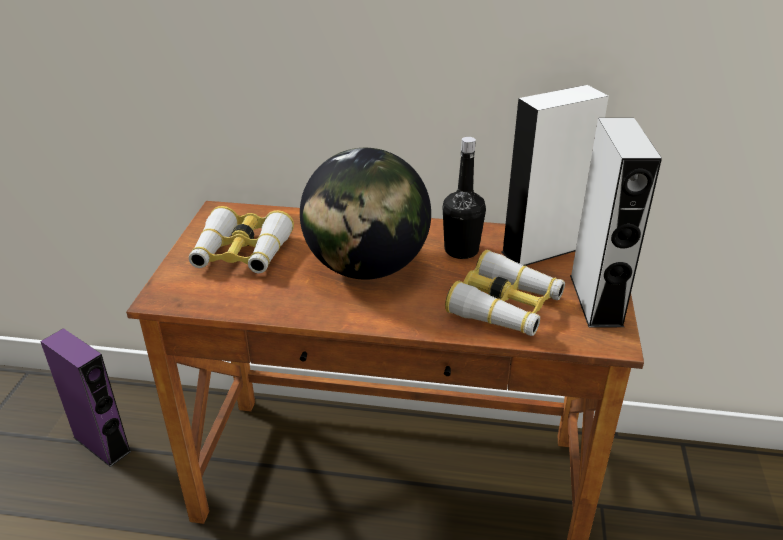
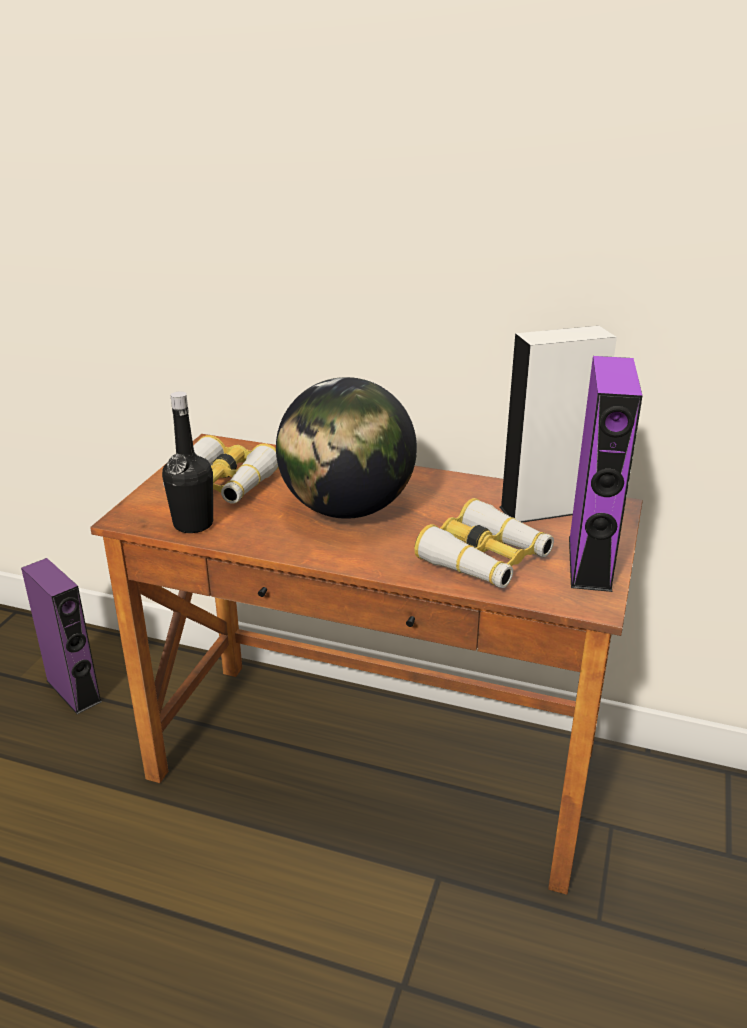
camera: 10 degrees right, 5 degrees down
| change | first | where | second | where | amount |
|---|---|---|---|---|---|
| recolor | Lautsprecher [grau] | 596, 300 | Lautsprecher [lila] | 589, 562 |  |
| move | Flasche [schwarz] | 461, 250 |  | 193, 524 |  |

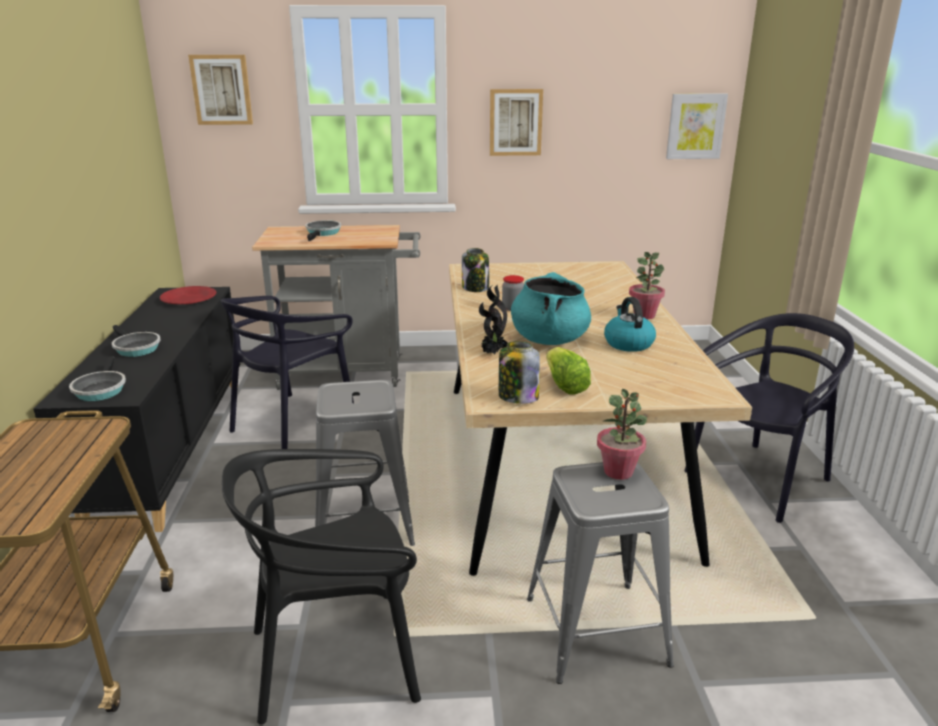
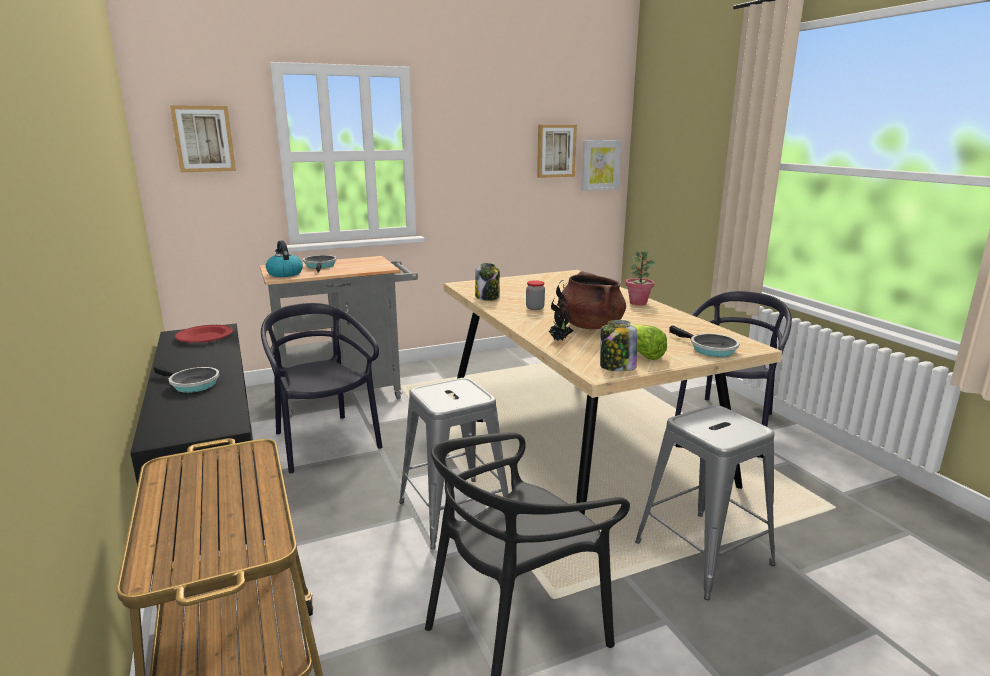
camera: 20 degrees left, 5 degrees down
| change | first | where | second | where | amount |
|---|---|---|---|---|---|
| move | Bild | 515, 122 |  | 556, 151 |  |
| recolor | Kochtopf [türkis] | 549, 339 | Kochtopf [braun] | 590, 326 |  |
| rotate | Stuhl [schwarz] | 292, 422 |  | 324, 442 | 135 degrees clockwise |
| move | Wasserkessel | 628, 343 |  | 284, 274 |  |
| move | Pfanne | 100, 389 |  | 709, 349 |  |
| delete | Topfpflanze | 618, 471 |  |  |  |

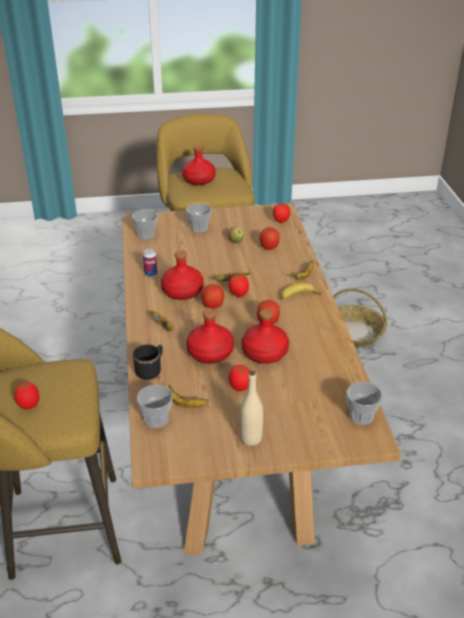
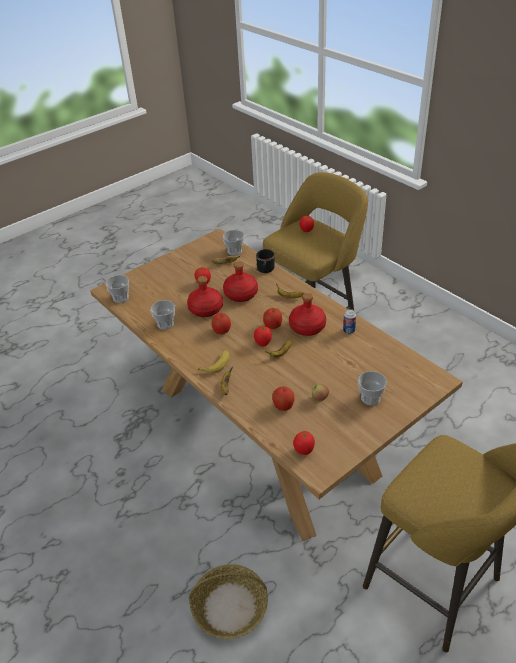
camera: 150 degrees right, 5 degrees up
| change | first | where | second | where | amount |
|---|---|---|---|---|---|
| delete | Flasche [rot] | 199, 180 |  |  |  |
| move | Tasse | 146, 235 |  | 165, 324 |  |
| delete | Flasche [beige] | 251, 438 |  |  |  |

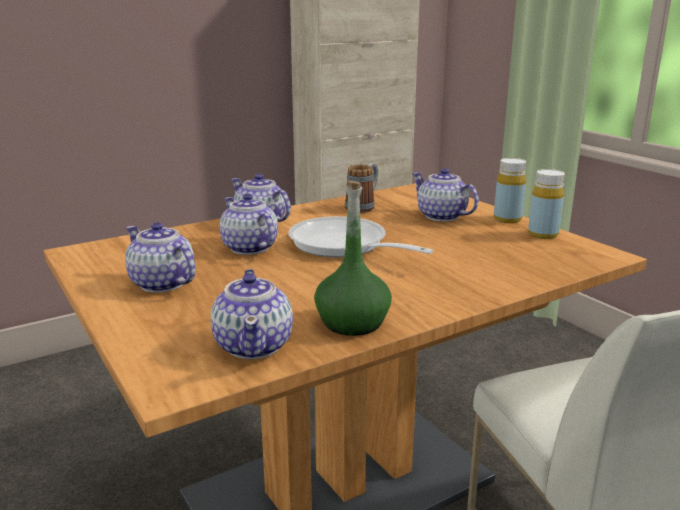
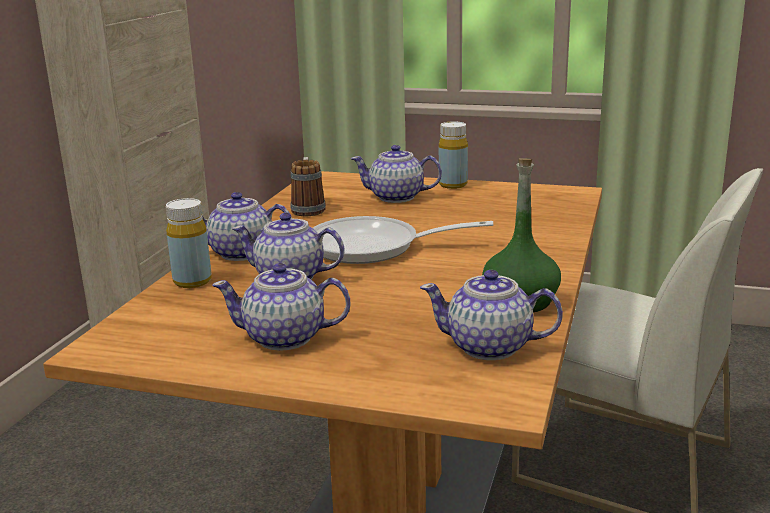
camera: 40 degrees left, 0 degrees up
| change | first | where | second | where | amount |
|---|---|---|---|---|---|
| move | Flasche [gelb] | 543, 234 |  | 192, 281 |  |
| rotate | Teekanne | 254, 345 |  | 490, 347 | 150 degrees clockwise |

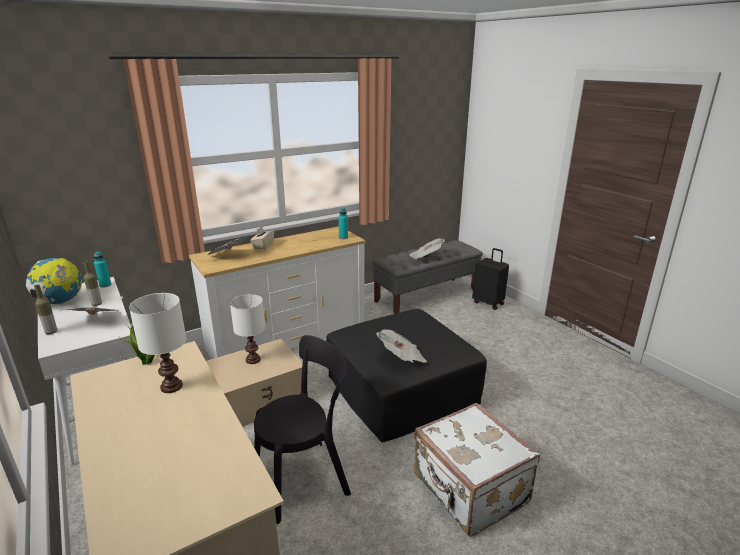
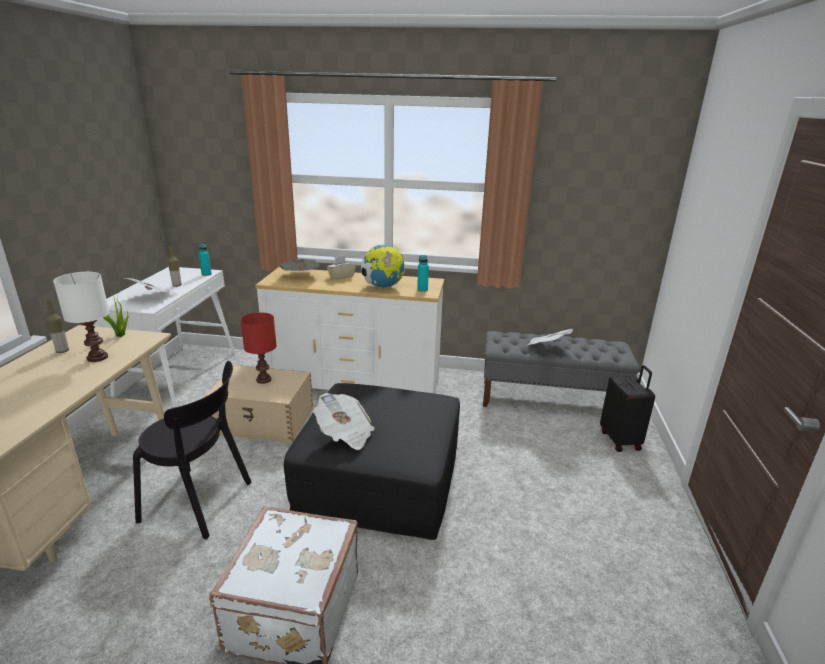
camera: 40 degrees right, 0 degrees up
| change | first | where | second | where | amount |
|---|---|---|---|---|---|
| move | Globus | 60, 302 |  | 383, 287 |  |
| move | Flasche | 51, 332 |  | 62, 351 |  |
| recolor | Tischlampe [weiß] | 253, 360 | Tischlampe [rot] | 263, 380 |  |

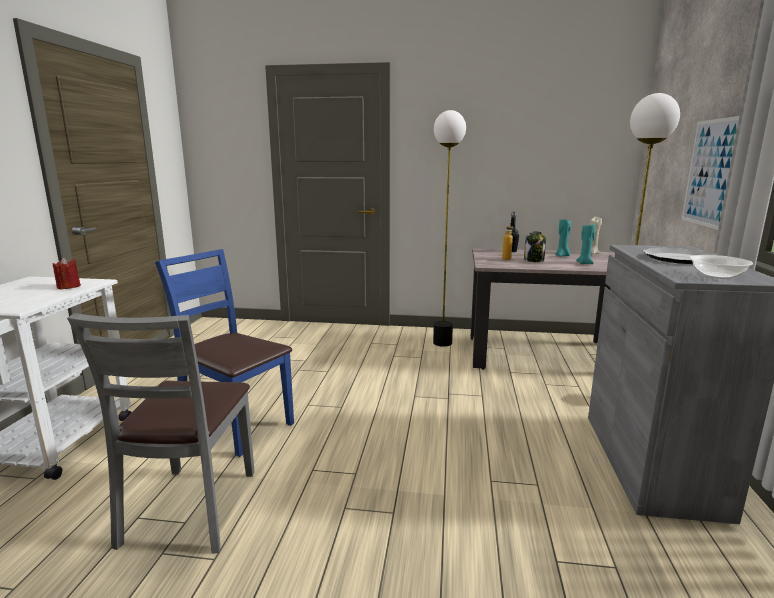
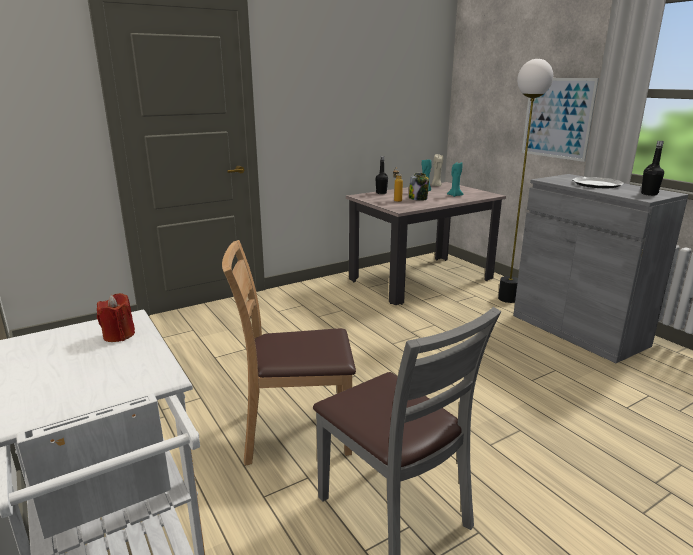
camera: 40 degrees left, 5 degrees up
| change | first | where | second | where | amount |
|---|---|---|---|---|---|
| delete | Stehlampe | 443, 343 |  |  |  |
| recolor | Stuhl [blau] | 236, 425 | Stuhl [braun] | 295, 432 |  |
| replace | Schüssel | 717, 276 | Flasche [schwarz] | 649, 194 |  |

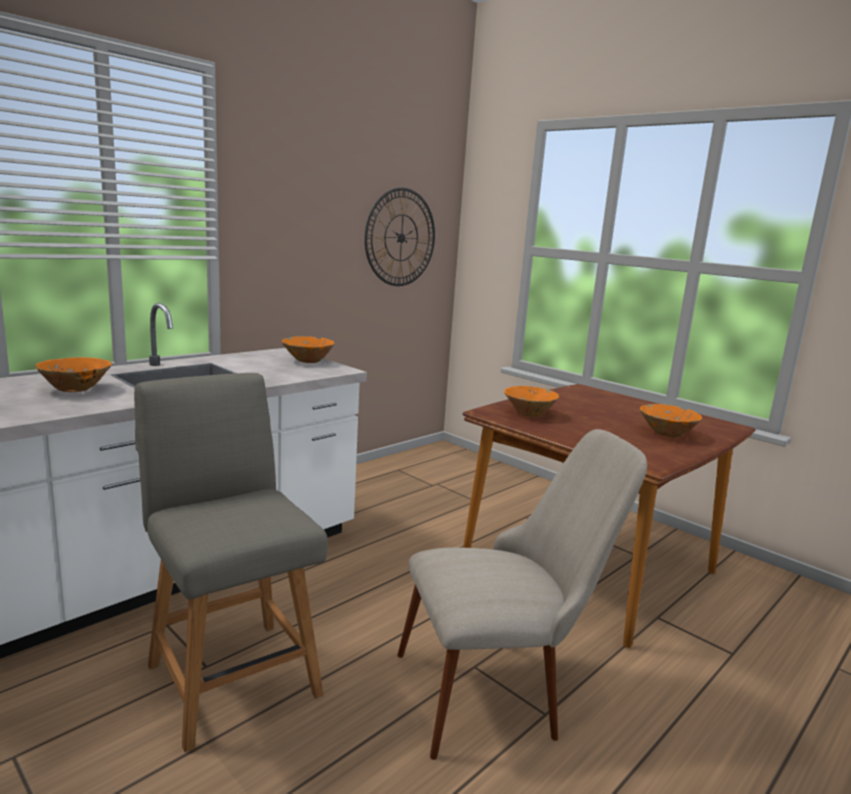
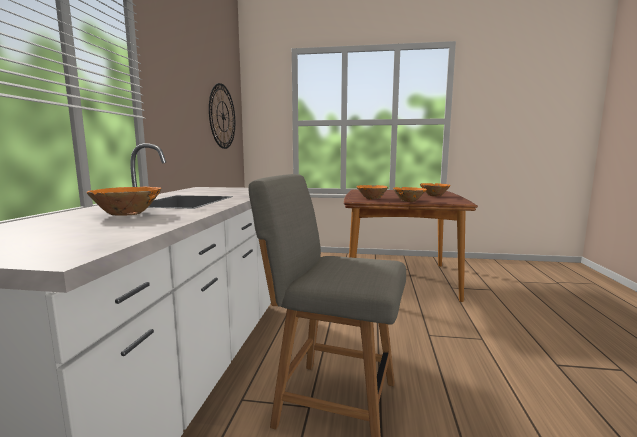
camera: 35 degrees left, 5 degrees down
| change | first | where | second | where | amount |
|---|---|---|---|---|---|
| move | Schüssel [orange] | 308, 361 |  | 408, 201 |  |
| delete | Stuhl [beige] | 501, 689 |  |  |  |

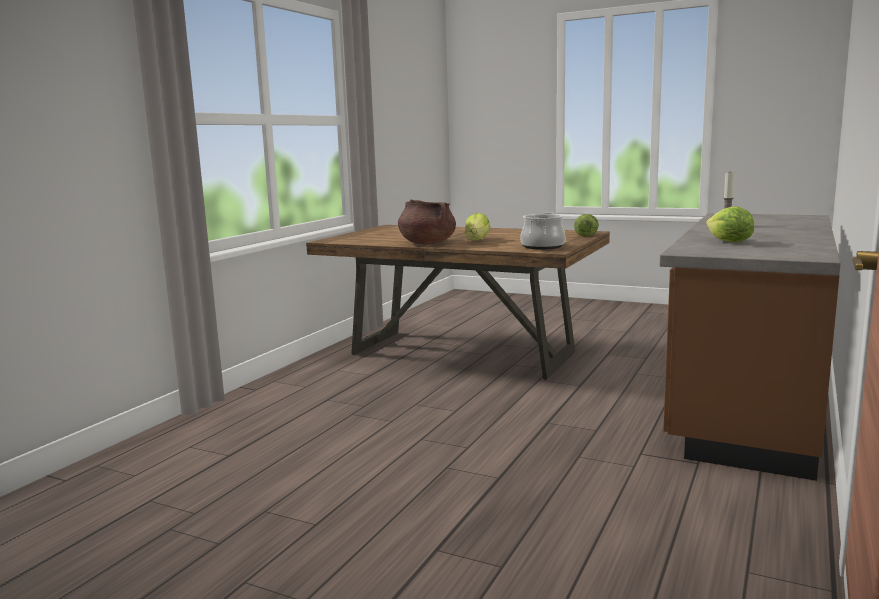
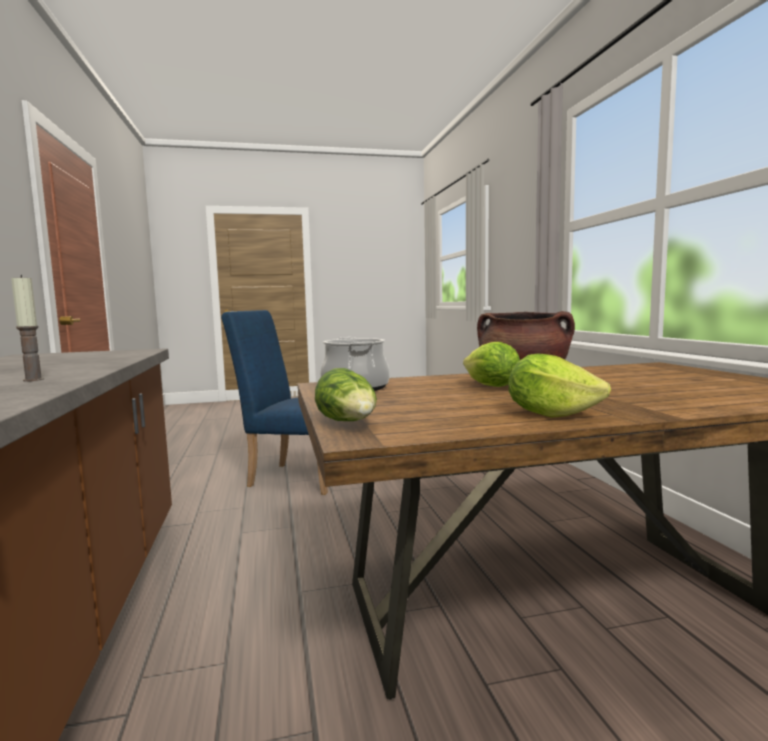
camera: 140 degrees right, 5 degrees down
| change | first | where | second | where | amount |
|---|---|---|---|---|---|
| move | Salatkopf | 728, 242 |  | 550, 414 |  |
| insert |  |  | Stuhl [blau] | 294, 477 |  |

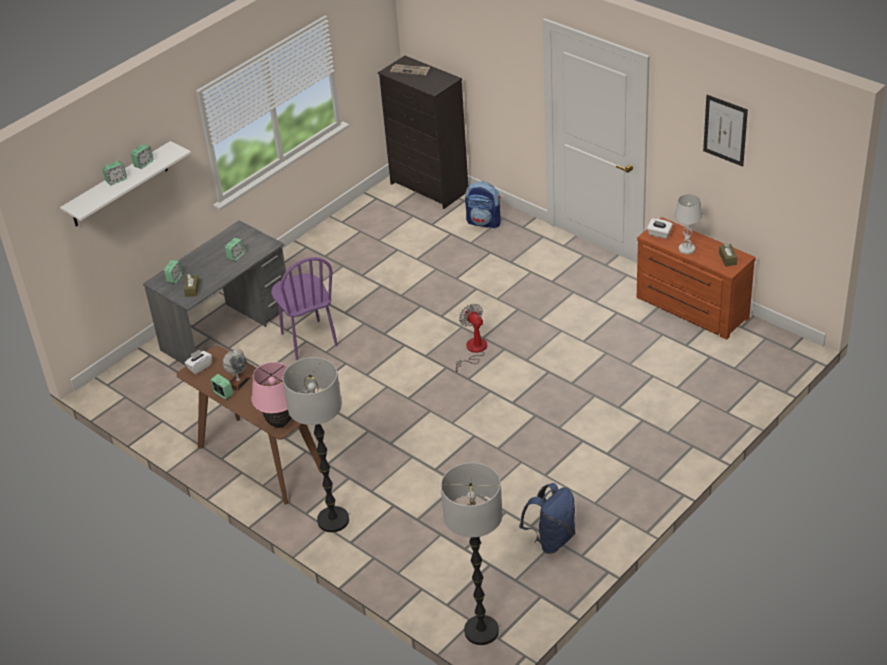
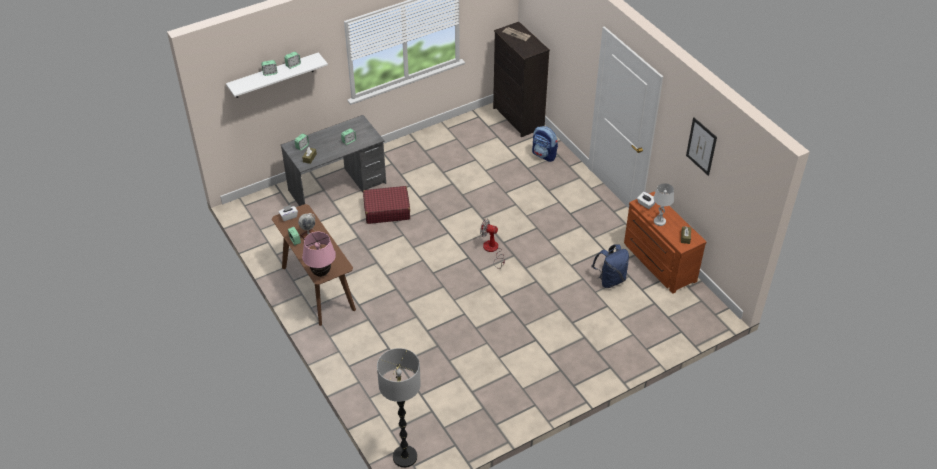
camera: 15 degrees right, 5 degrees up
| change | first | where | second | where | amount |
|---|---|---|---|---|---|
| replace | Stuhl [lila] | 308, 340 | Koffer [rot] | 386, 210 |  |
| rotate | Ventilator | 473, 351 |  | 492, 250 | 60 degrees counterclockwise |
| delete | Stehlampe | 333, 520 |  |  |  |
| move | Rucksack [blau] | 551, 539 |  | 610, 280 |  |

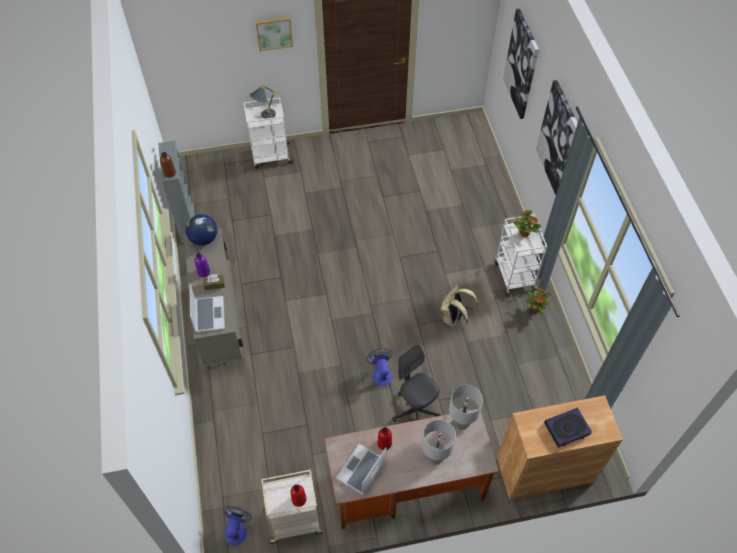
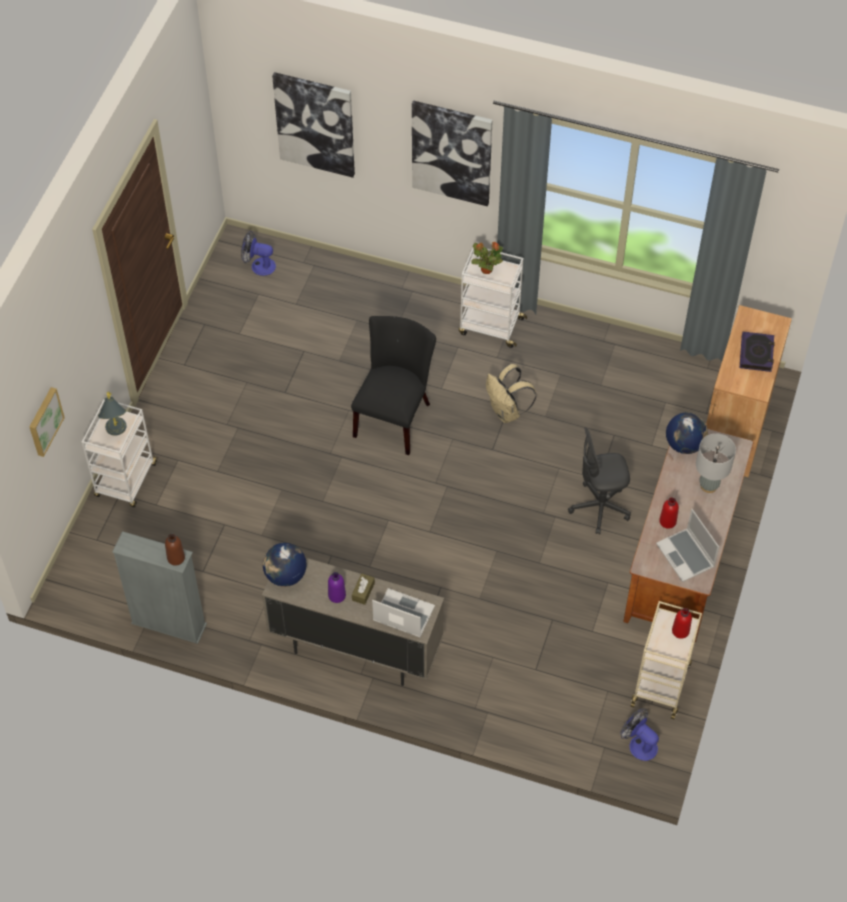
camera: 60 degrees left, 0 degrees up
| change | first | where | second | where | amount |
|---|---|---|---|---|---|
| move | Bild | 274, 32 |  | 44, 421 |  |
| delete | Topfpflanze | 535, 308 |  |  |  |
| move | Ventilator | 381, 373 |  | 259, 265 |  |
| replace | Tischlampe [grau] | 461, 423 | Globus | 684, 444 |  |
| insert |  |  | Stuhl [schwarz] | 395, 416 |  |

